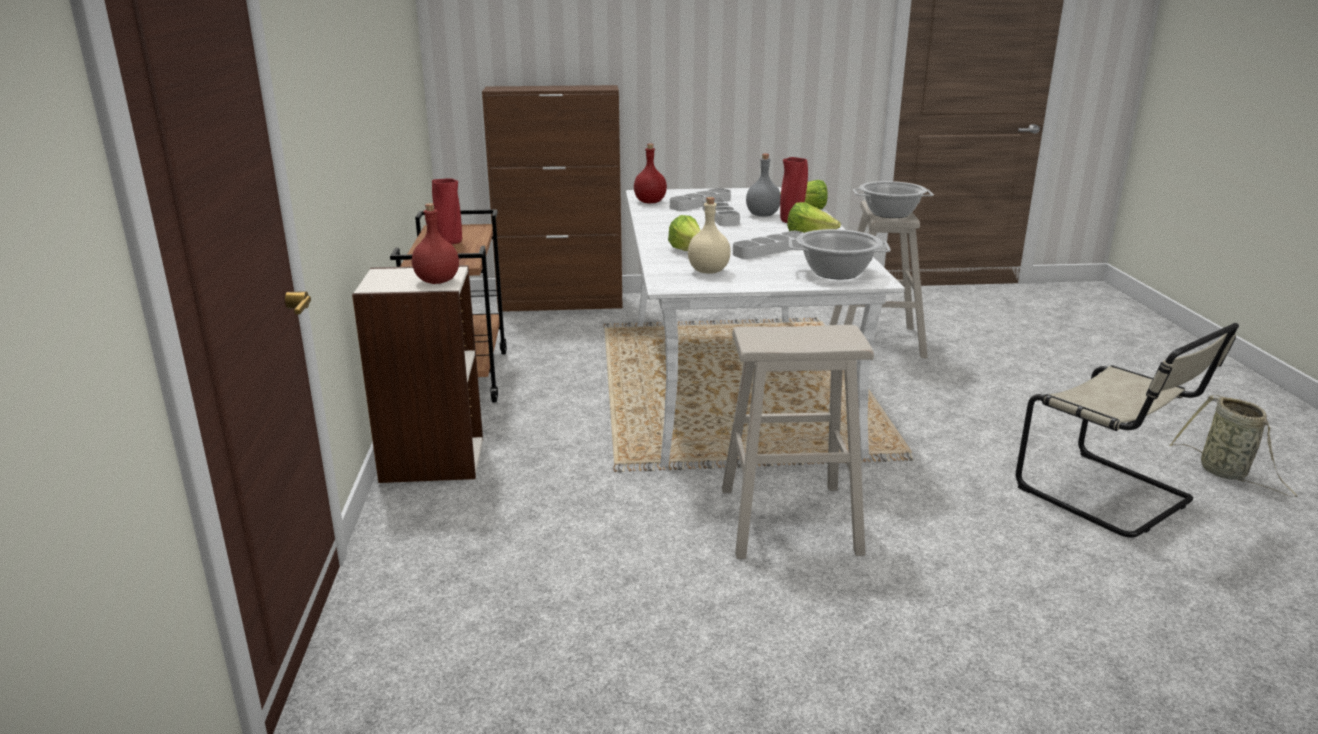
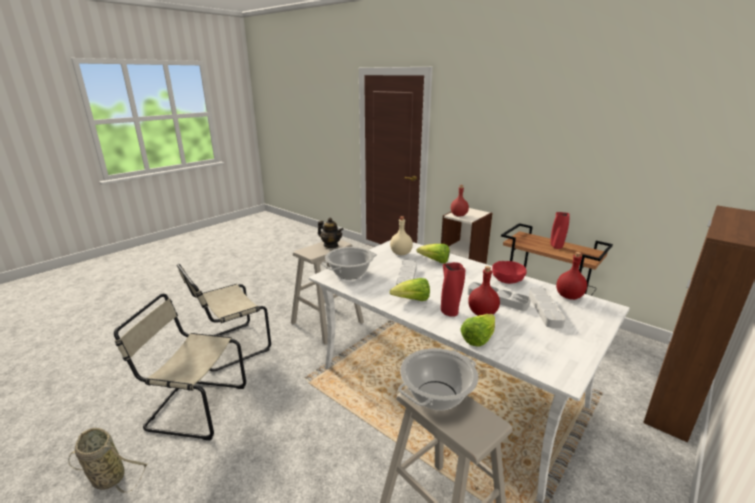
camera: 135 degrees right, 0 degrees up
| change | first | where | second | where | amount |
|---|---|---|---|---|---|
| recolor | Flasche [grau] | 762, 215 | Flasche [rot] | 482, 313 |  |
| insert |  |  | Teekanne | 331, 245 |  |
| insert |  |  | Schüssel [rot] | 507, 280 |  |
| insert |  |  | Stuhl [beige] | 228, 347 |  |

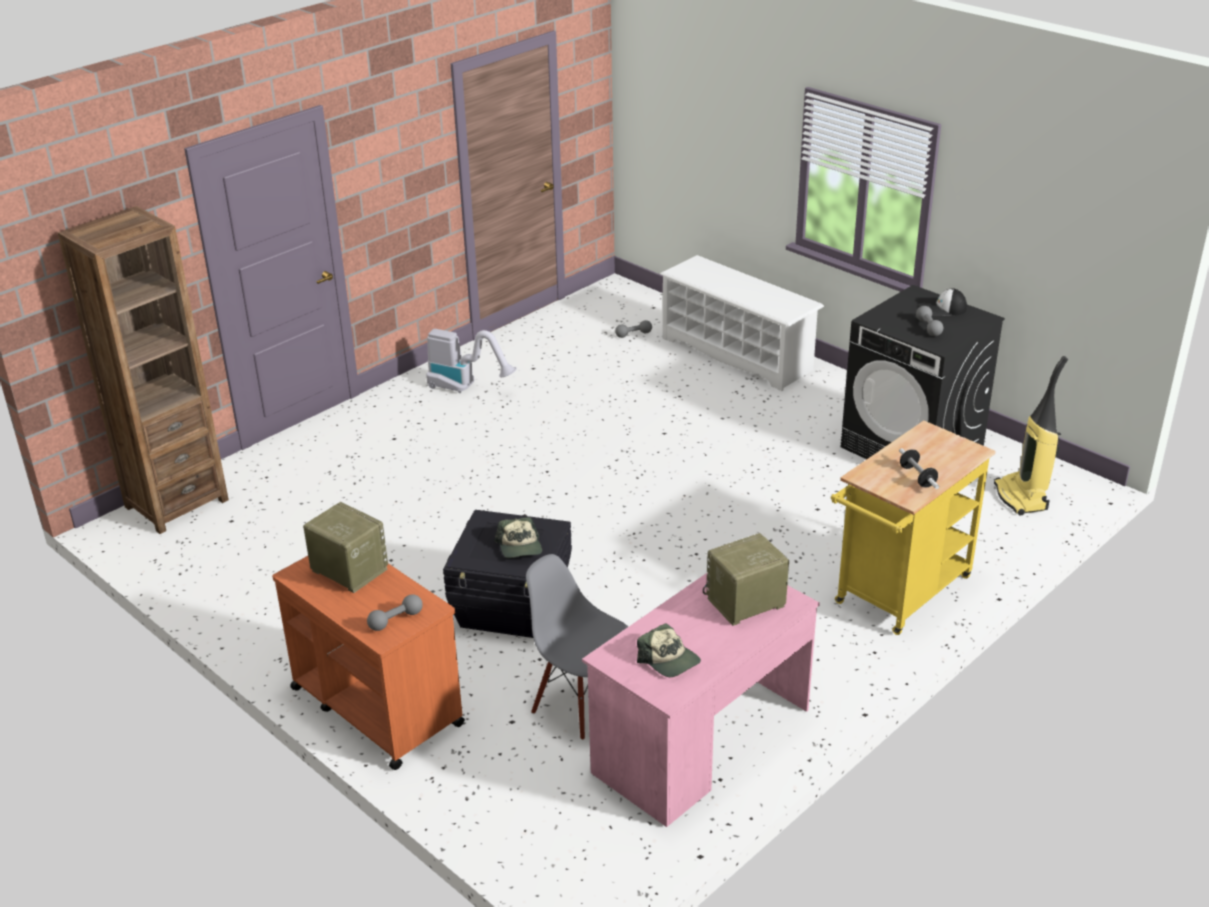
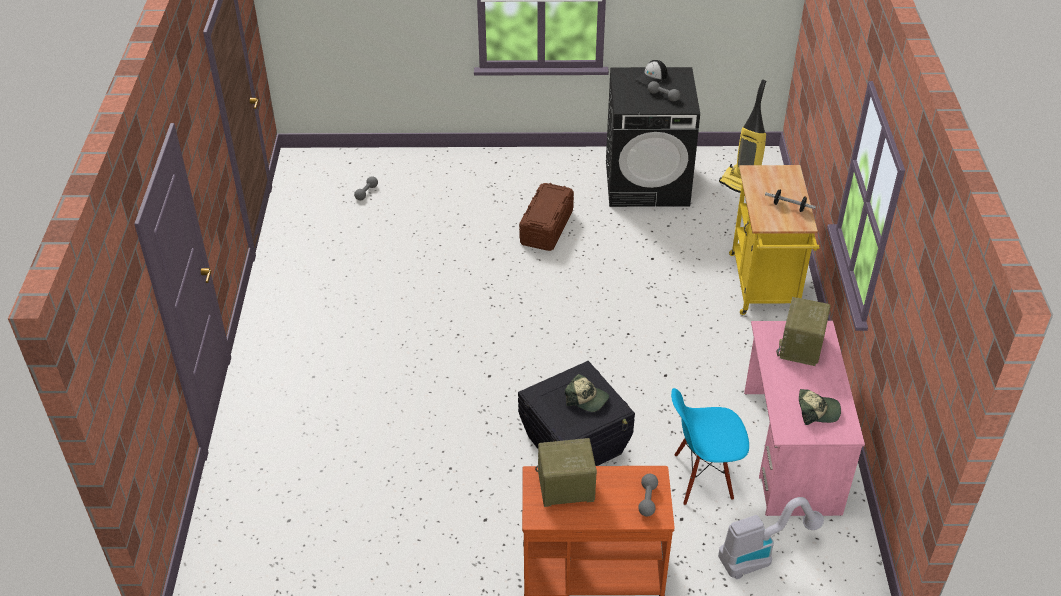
camera: 45 degrees left, 10 degrees up
| change | first | where | second | where | amount |
|---|---|---|---|---|---|
| delete | Bücherregal [braun] | 176, 503 |  |  |  |
| delete | Schuhregal [weiß] | 737, 354 |  |  |  |
| move | Staubsauger | 466, 387 |  | 761, 555 |  |
| recolor | Stuhl [grau] | 582, 704 | Stuhl [blau] | 702, 478 |  |
| insert |  |  | Aufbewahrungsbox [braun] | 547, 227 |  |

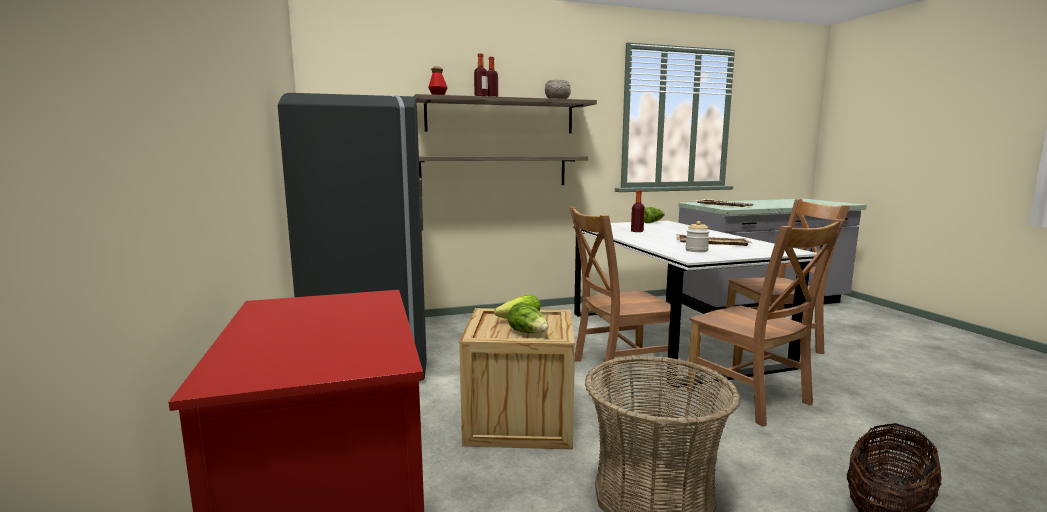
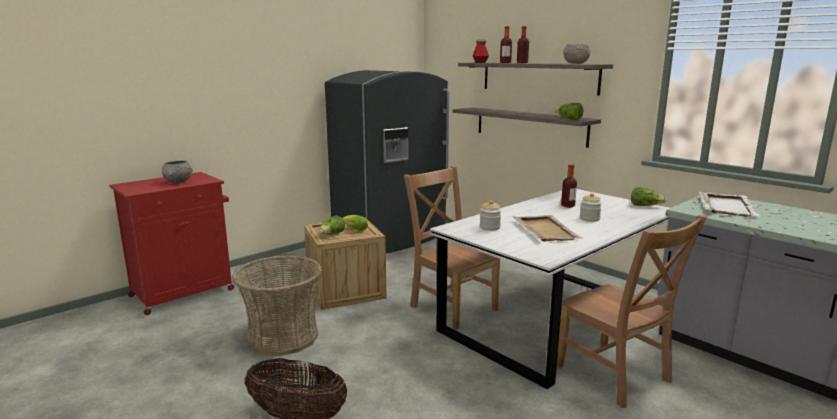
camera: 65 degrees right, 5 degrees up
| change | first | where | second | where | amount |
|---|---|---|---|---|---|
| delete | Stuhl [braun] | 751, 399 |  |  |  |
| insert |  |  | Salatkopf | 568, 119 |  |
| insert |  |  | Schüssel [grau] | 178, 182 |  |
| insert |  |  | Vorratsglas | 589, 219 |  |

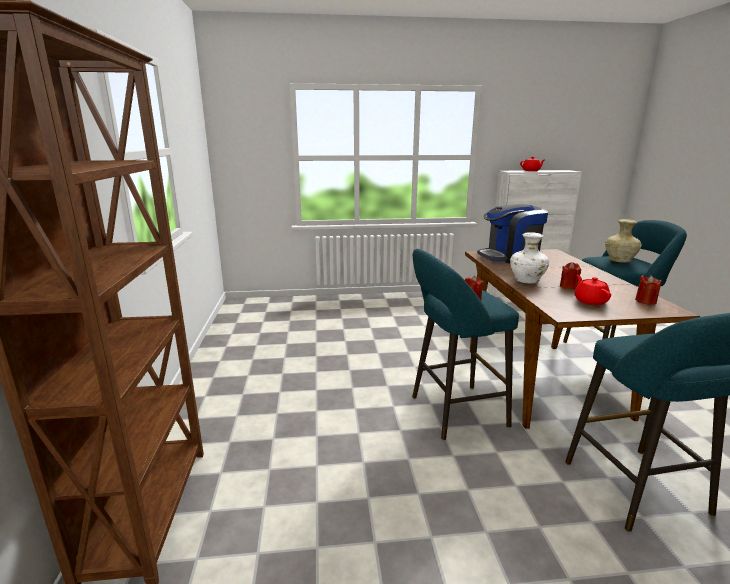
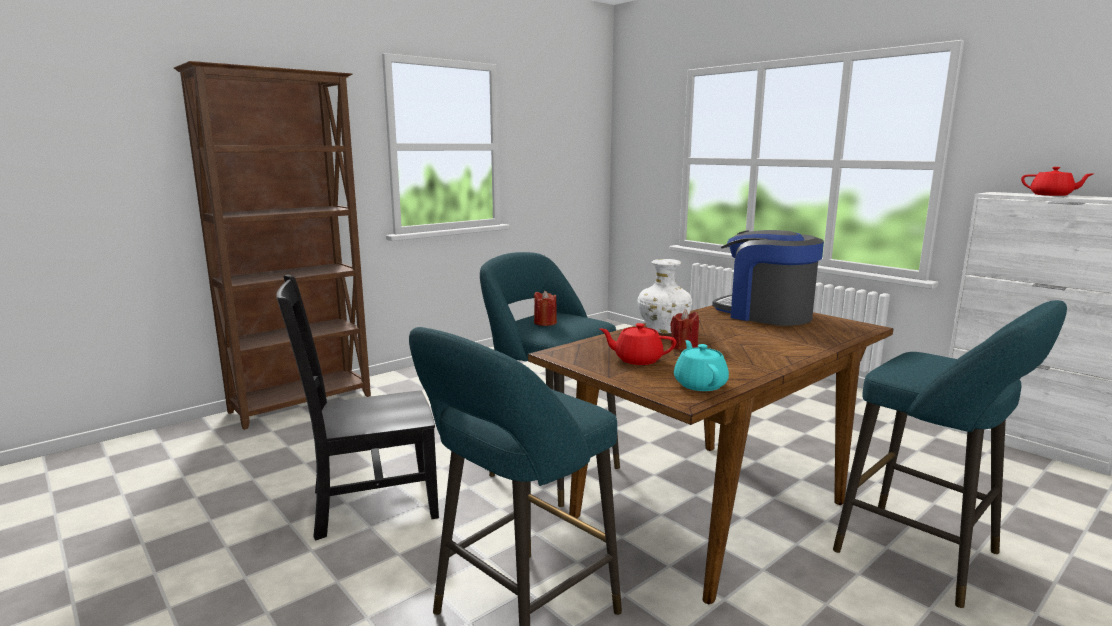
camera: 55 degrees right, 5 degrees down
| change | first | where | second | where | amount |
|---|---|---|---|---|---|
| delete | Vase [beige] | 620, 261 |  |  |  |
| rotate | Teekanne [rot] | 590, 301 |  | 637, 360 | 120 degrees counterclockwise |
| replace | Kerze [rot] | 645, 301 | Teekanne [türkis] | 700, 384 |  |
| insert |  |  | Stuhl [schwarz] | 369, 504 |  |

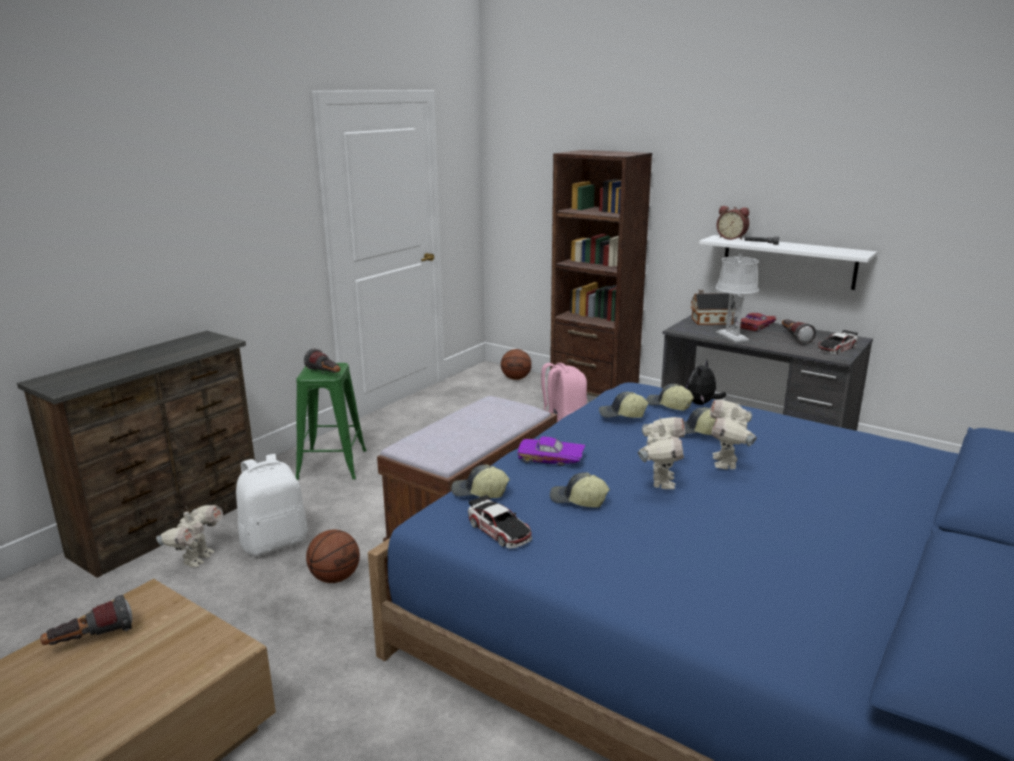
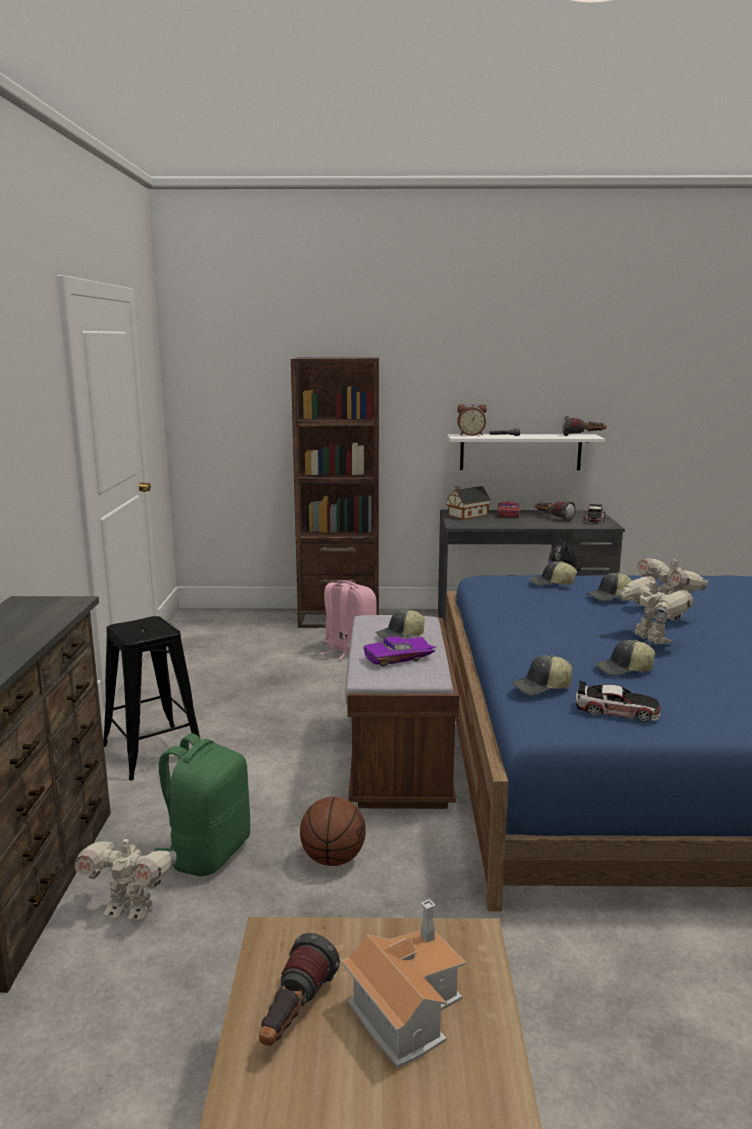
camera: 35 degrees left, 5 degrees down
| change | first | where | second | where | amount |
|---|---|---|---|---|---|
| delete | Tischlampe [grau] | 731, 336 |  |  |  |
| move | Taschenlampe | 325, 374 |  | 583, 436 |  |
| delete | Basketball | 516, 378 |  |  |  |
| recolor | Hocker [grün] | 332, 464 | Hocker [schwarz] | 153, 751 |  |
| move | Kappe | 622, 415 |  | 400, 636 |  |
| move | Spielzeugauto [lila] | 550, 459 |  | 399, 658 |  |
| recolor | Rucksack [weiß] | 275, 543 | Rucksack [grün] | 207, 852 |  |
| rotate | Spielzeugroboter | 197, 559 |  | 130, 909 | 120 degrees clockwise |
| insert |  |  | Spielzeughaus | 405, 1007 |  |

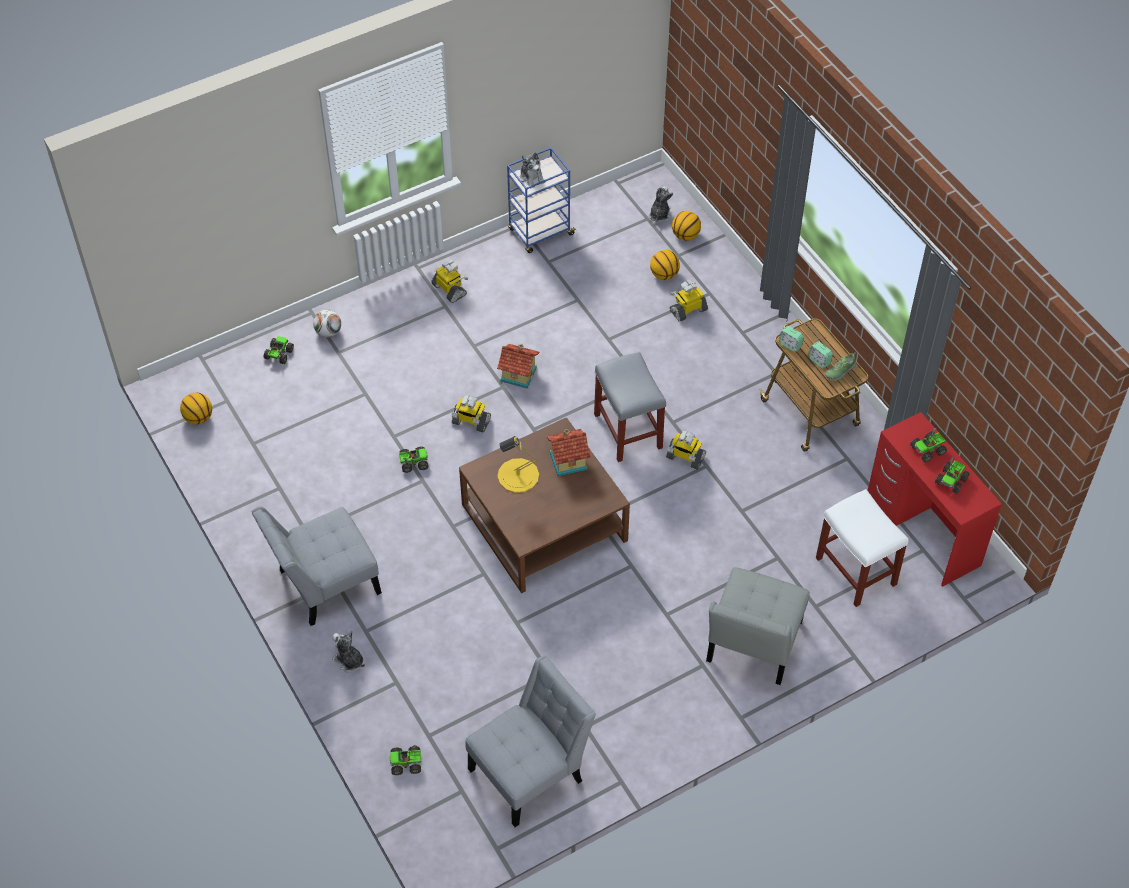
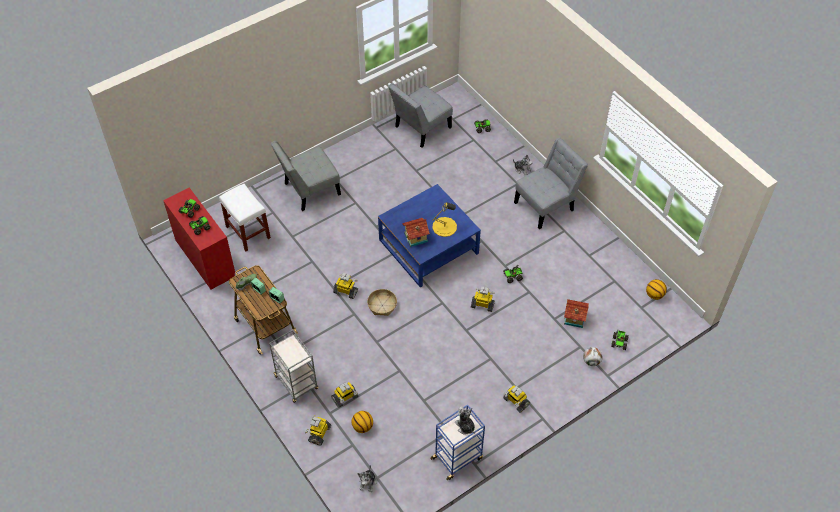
camera: 175 degrees right, 0 degrees up
| change | first | where | second | where | amount |
|---|---|---|---|---|---|
| delete | Basketball | 685, 235 |  |  |  |
| move | Spielzeughaus | 518, 373 |  | 574, 319 |  |
| replace | Hocker [grau] | 628, 432 | Korb | 382, 305 |  |
| recolor | Couchtisch [braun] | 544, 522 | Couchtisch [blau] | 428, 246 |  |
| rotate | Stuhl [grau] | 752, 646 |  | 309, 190 | 135 degrees counterclockwise |
| insert |  |  | Rollwagen [grau] | 297, 383 |  |
| insert |  |  | Spielzeugroboter | 319, 433 |  |

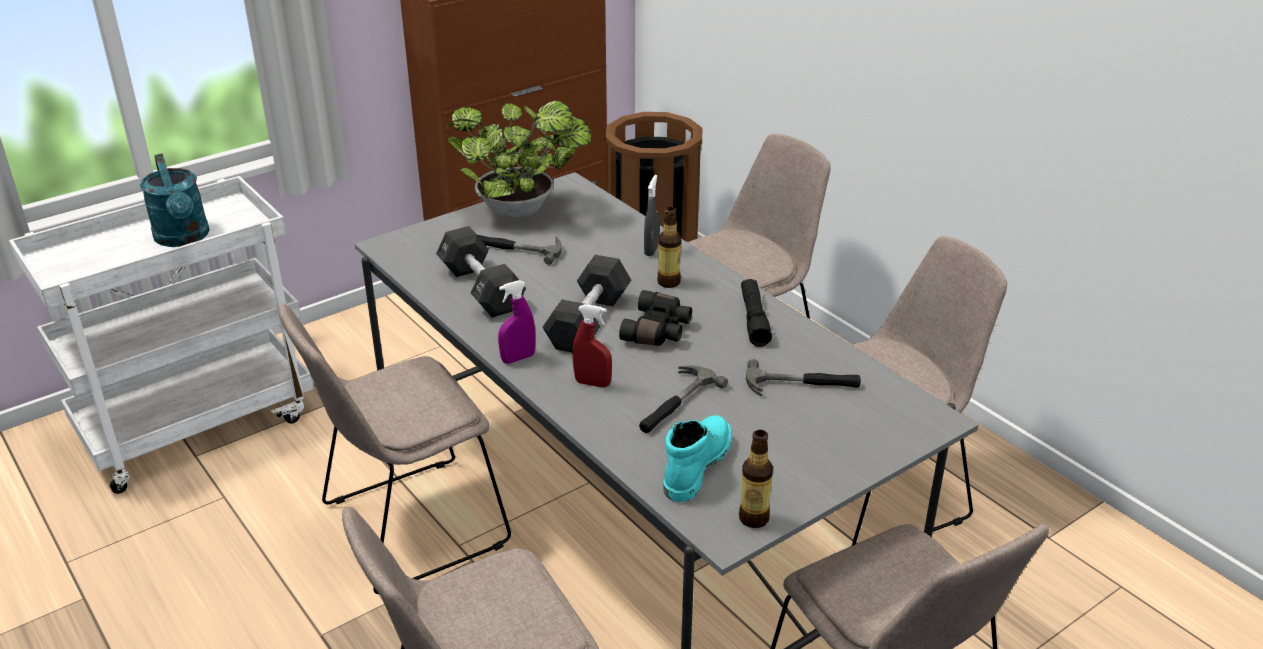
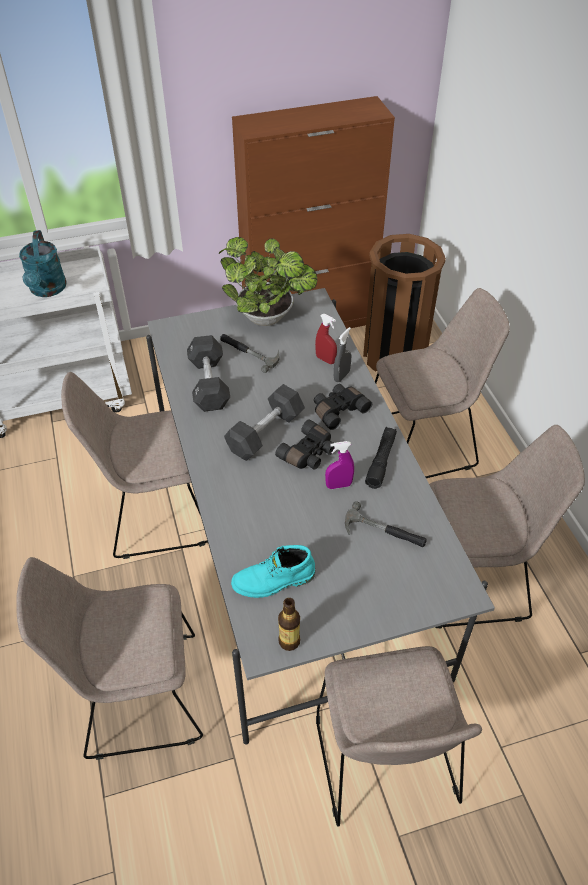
camera: 20 degrees right, 15 degrees up
| change | first | where | second | where | amount |
|---|---|---|---|---|---|
| replace | Flasche | 669, 282 | Fernglas [schwarz] | 338, 410 |  |
| move | Sprühflasche [lila] | 518, 358 |  | 338, 485 |  |
| move | Sprühflasche [rot] | 592, 383 |  | 325, 359 |  |
| delete | Hammer | 675, 403 |  |  |  |
| rotate | Stiefel [türkis] | 695, 465 |  | 273, 582 | 150 degrees counterclockwise |

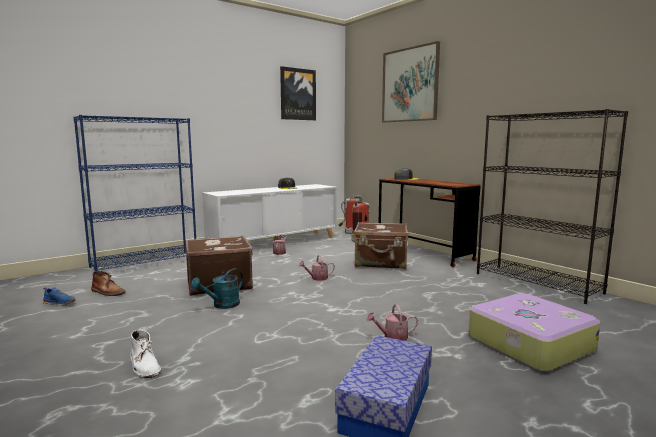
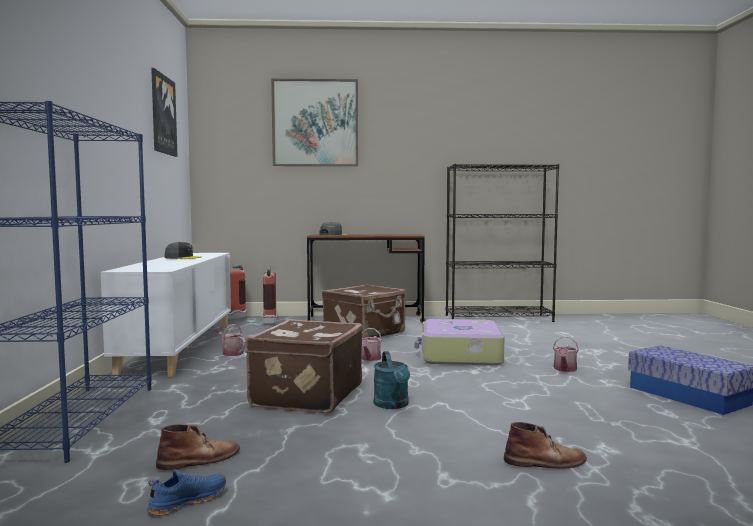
camera: 55 degrees left, 5 degrees down
| change | first | where | second | where | amount |
|---|---|---|---|---|---|
| move | Koffer | 528, 343 |  | 460, 355 |  |
| recolor | Stiefel [weiß] | 144, 366 | Stiefel [braun] | 546, 462 |  |

